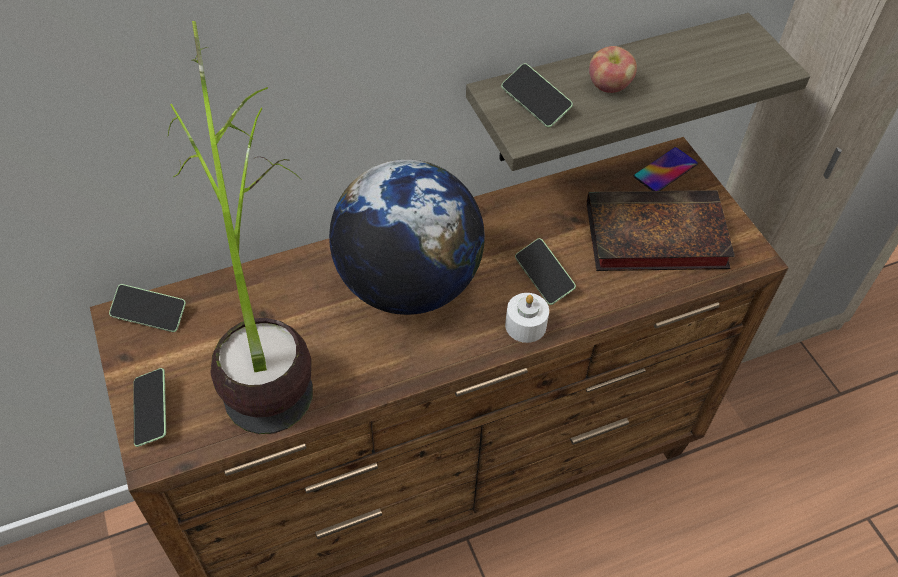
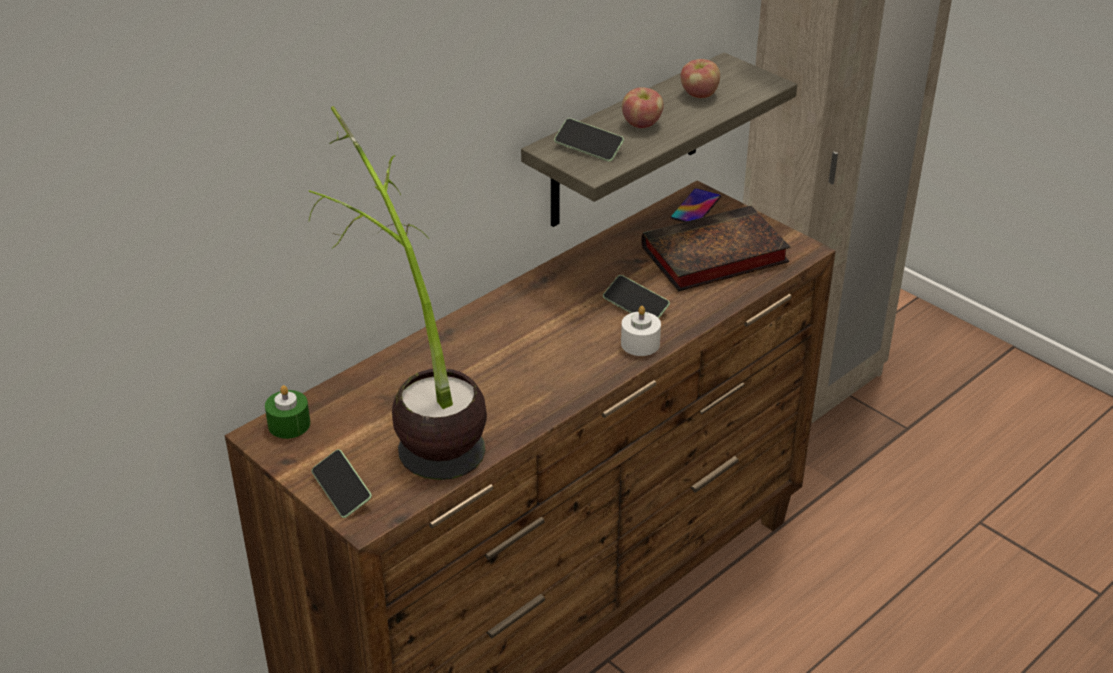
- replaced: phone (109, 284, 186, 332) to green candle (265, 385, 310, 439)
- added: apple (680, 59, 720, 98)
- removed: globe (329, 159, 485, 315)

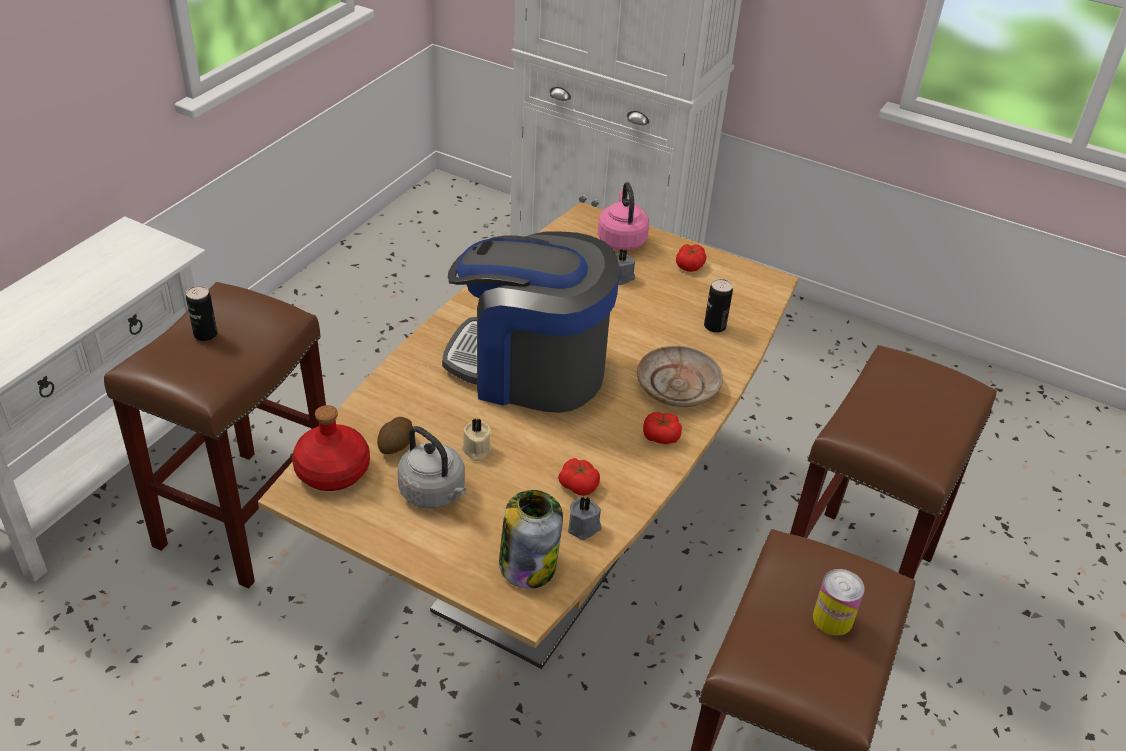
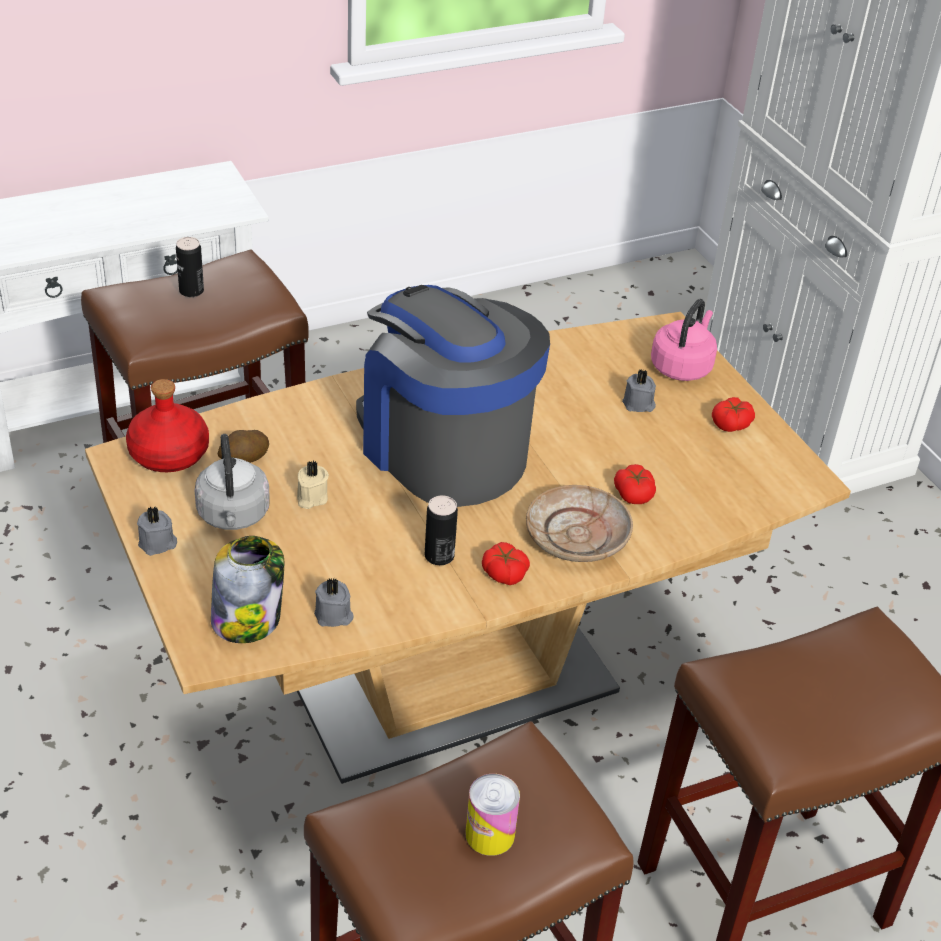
- added: grey candle (137, 507, 177, 556)
- moved: can (704, 279, 733, 333) to (425, 495, 458, 565)
- moved: tomato (558, 458, 600, 496) to (614, 464, 656, 504)

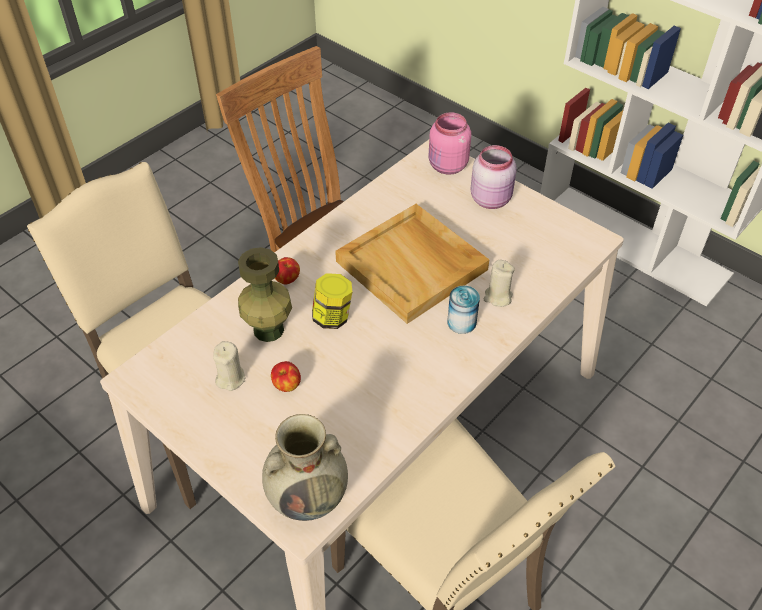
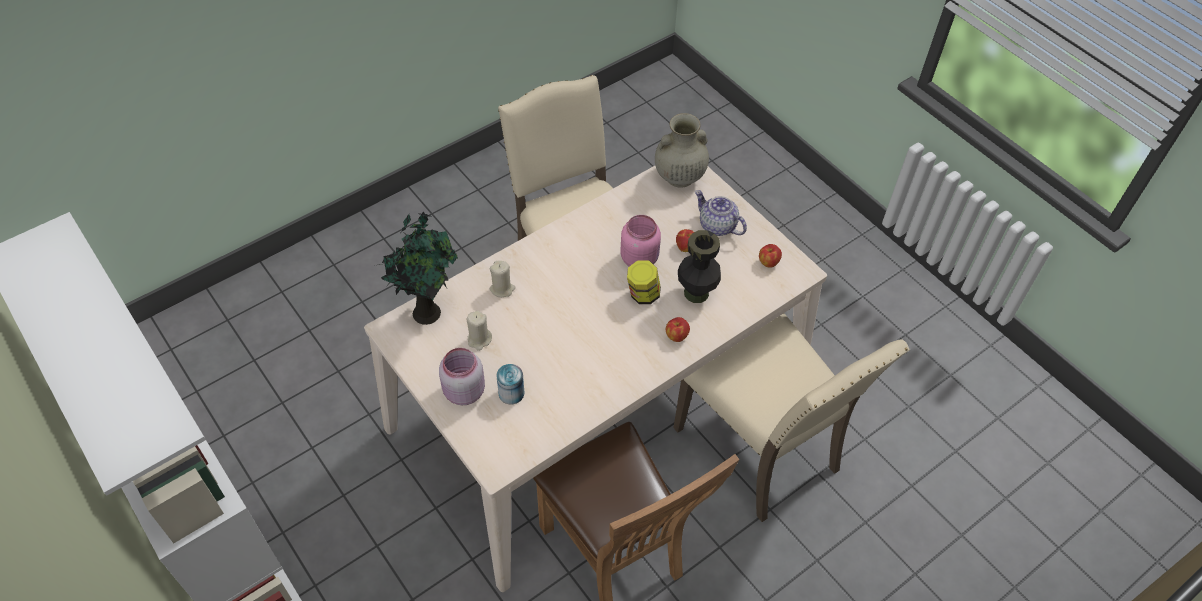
- added: potted plant (379, 211, 458, 325)
- moved: beige candle (213, 341, 246, 391) to (466, 311, 492, 351)
- moved: can (447, 286, 480, 334) to (496, 364, 524, 404)
- moved: pink jar (428, 112, 471, 175) to (620, 215, 661, 266)
- recoloured: green vase (238, 247, 292, 342) to black vase (678, 230, 721, 303)
- added: teapot (695, 190, 747, 236)
- added: apple (759, 244, 782, 268)
- removed: beige tray (335, 204, 490, 324)

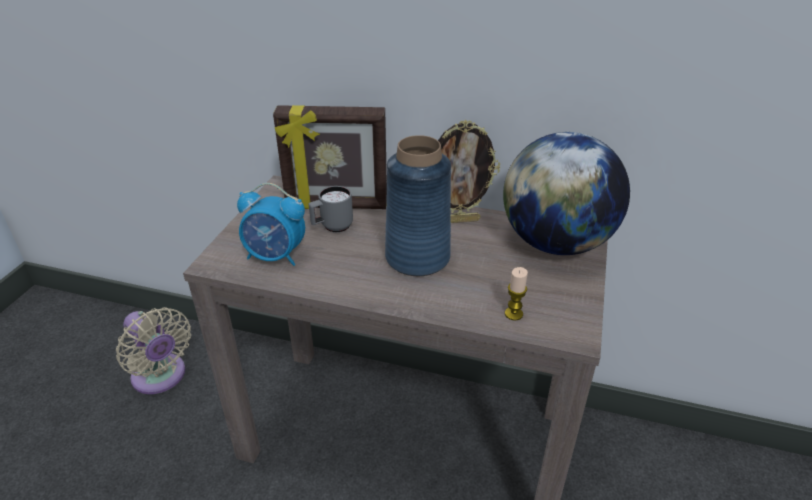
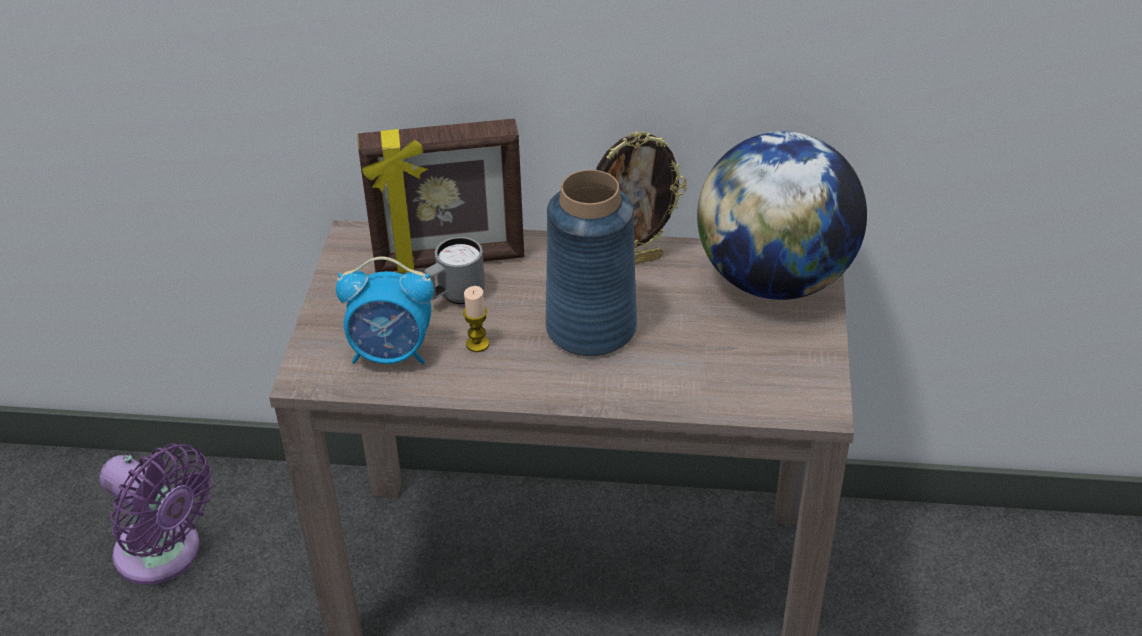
- recoloured: beige fan (116, 307, 191, 394) to purple fan (100, 443, 213, 585)
- moved: candle (505, 267, 528, 320) to (463, 286, 489, 352)

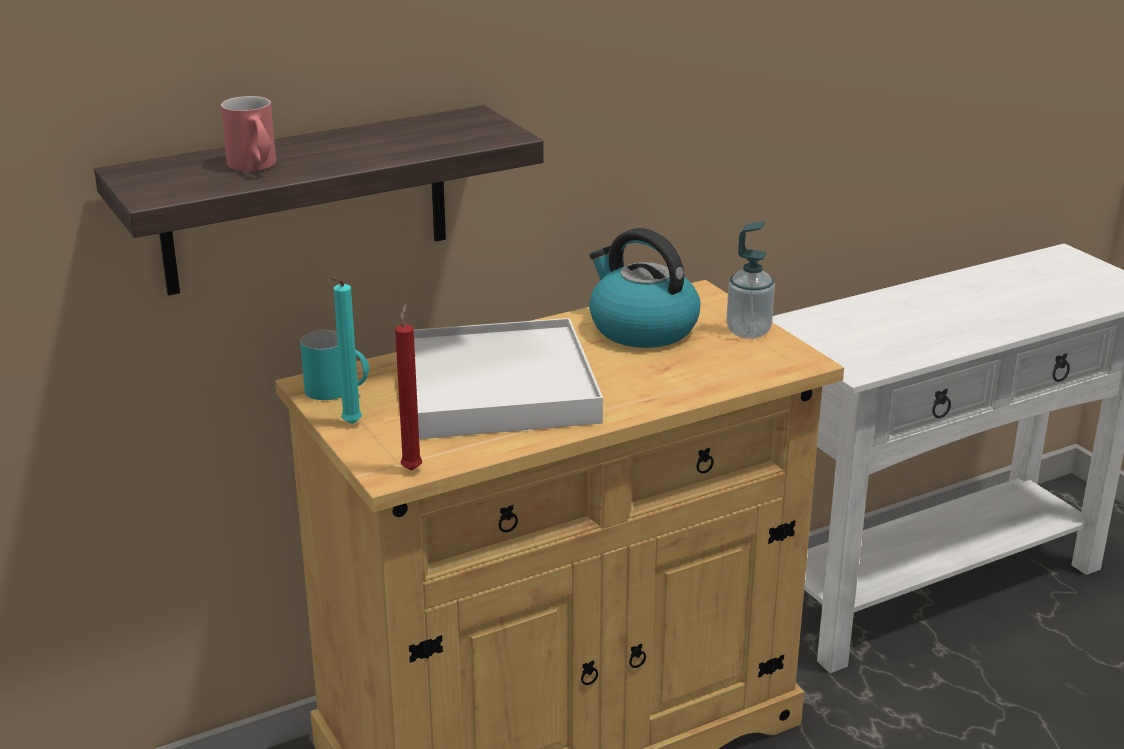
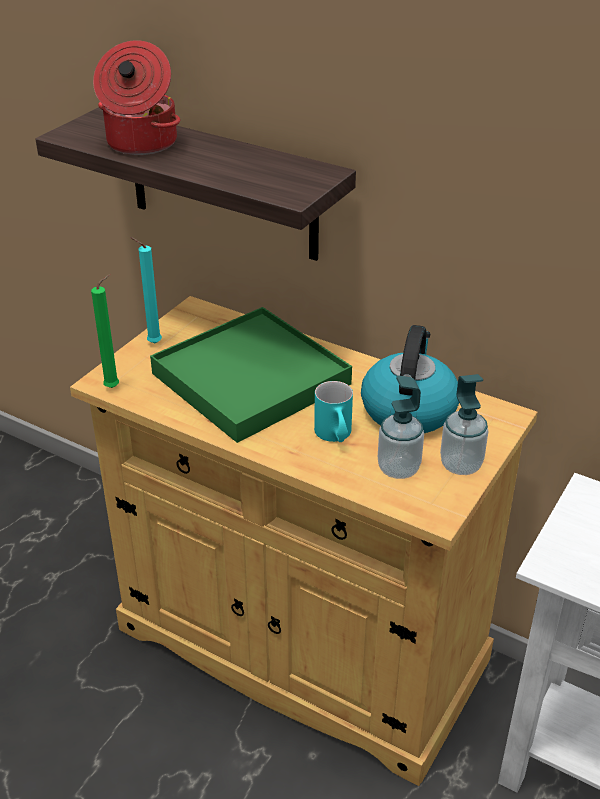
- recoloured: red candle (395, 303, 422, 470) to green candle (91, 274, 119, 388)
- replaced: red mug (221, 96, 276, 171) to cooking pot (93, 40, 181, 155)
- recoloured: white tray (414, 318, 603, 439) to green tray (150, 307, 352, 443)
- moved: turquoise mug (300, 330, 369, 400) to (314, 381, 353, 442)
- added: soap dispenser (378, 375, 424, 479)

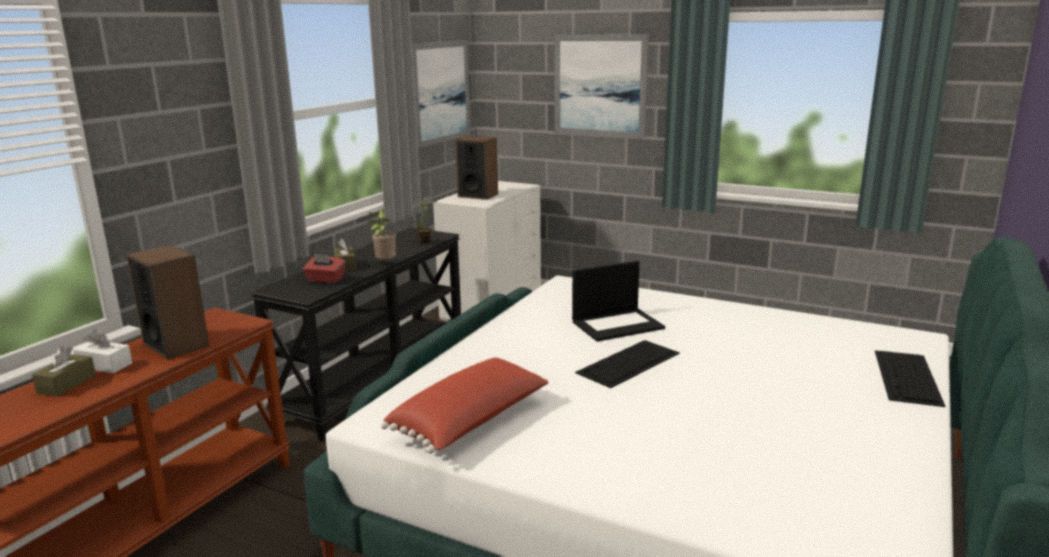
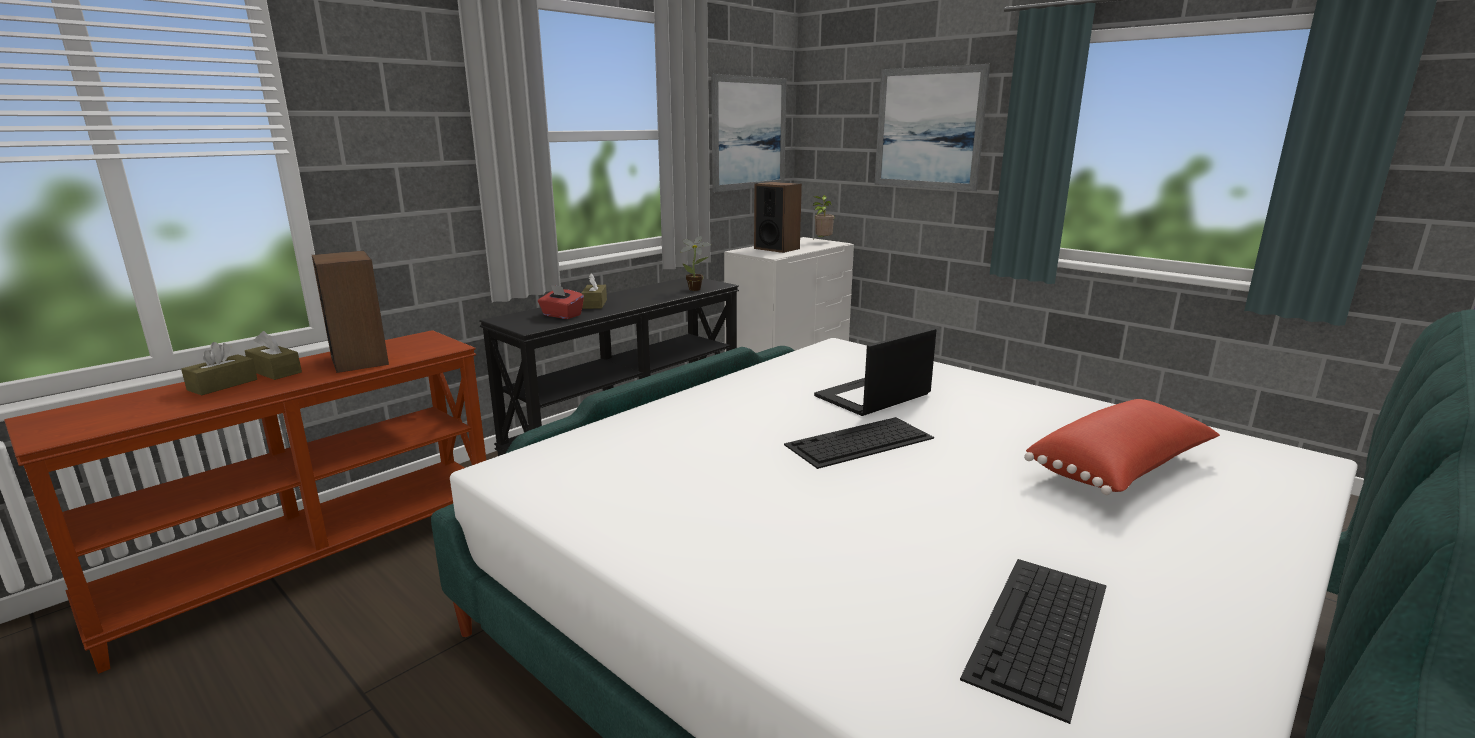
- recoloured: white tissue box (73, 330, 132, 373) to brown tissue box (245, 331, 302, 380)
- moved: potted plant (368, 210, 396, 260) to (813, 195, 834, 238)
- turned: laptop (572, 261, 665, 342) = (814, 328, 936, 416) 150 degrees clockwise
- moved: keyboard (875, 350, 945, 407) to (960, 559, 1107, 724)
- moved: red pillow (381, 358, 549, 454) to (1024, 399, 1220, 495)

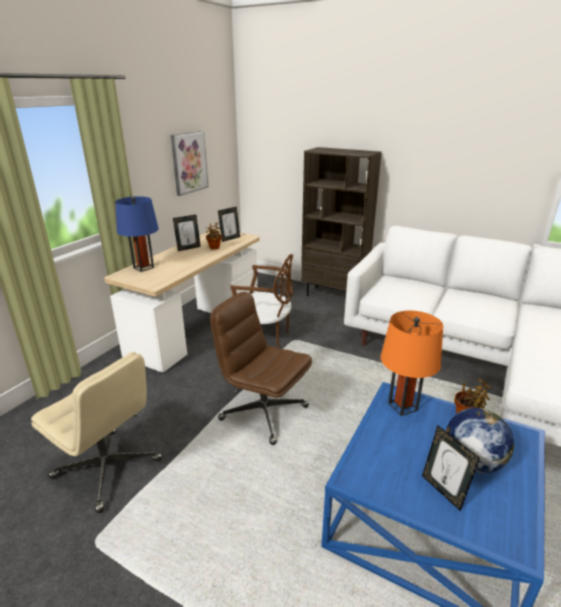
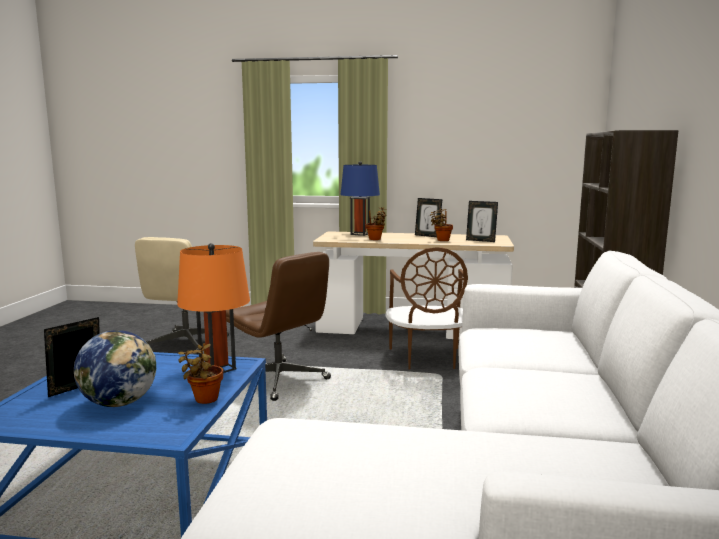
- turned: brown office chair (210, 292, 312, 445) = (226, 252, 331, 401) 120 degrees clockwise
- added: potted plant (366, 207, 386, 240)
- removed: picture (171, 131, 209, 196)

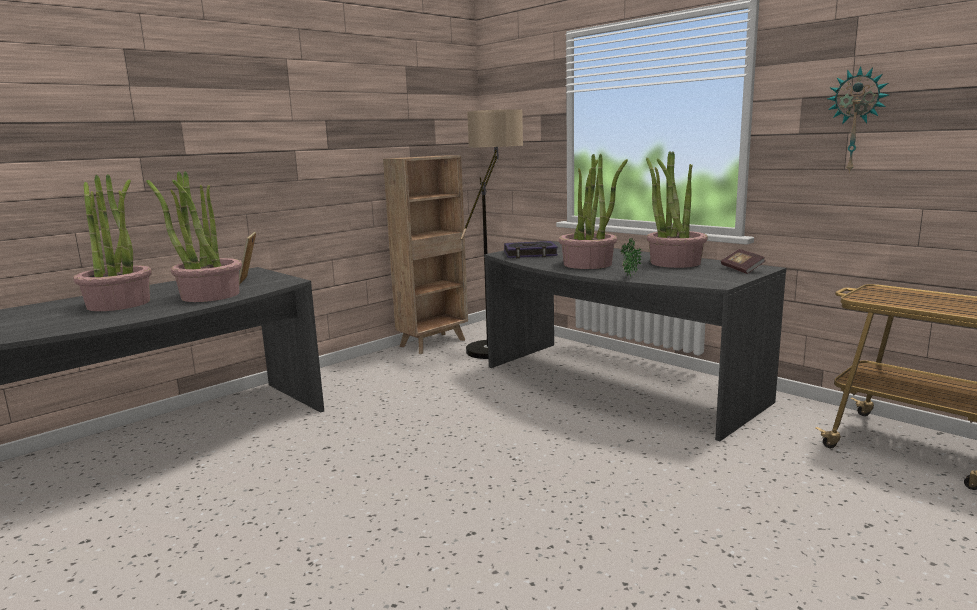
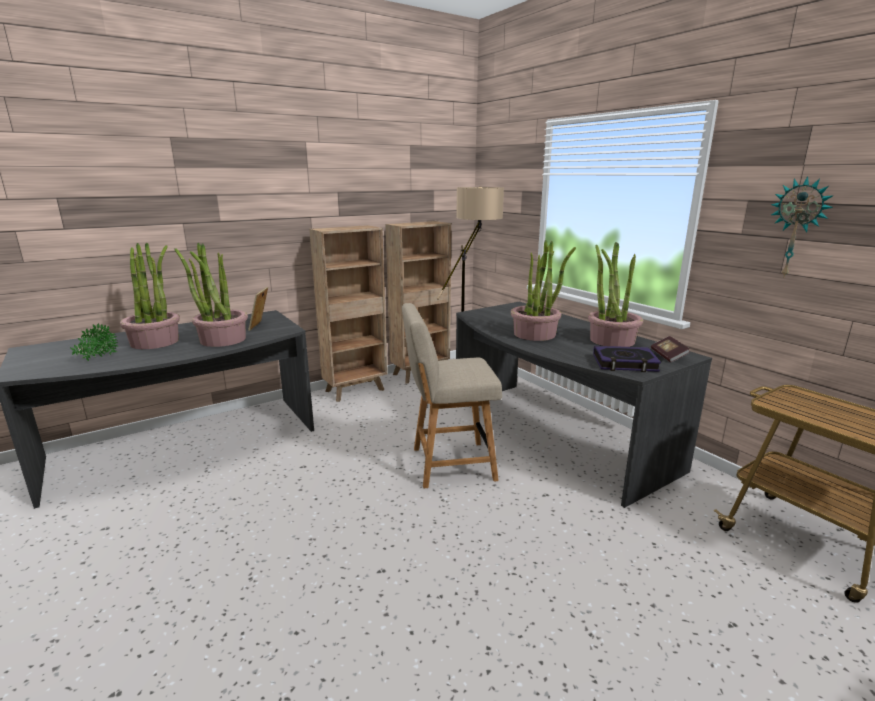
- moved: potted plant (620, 237, 642, 277) to (70, 323, 118, 361)
- added: brown bookcase (309, 225, 388, 402)
- added: beige chair (402, 303, 502, 488)
- moved: book (504, 241, 558, 258) to (593, 346, 661, 372)

